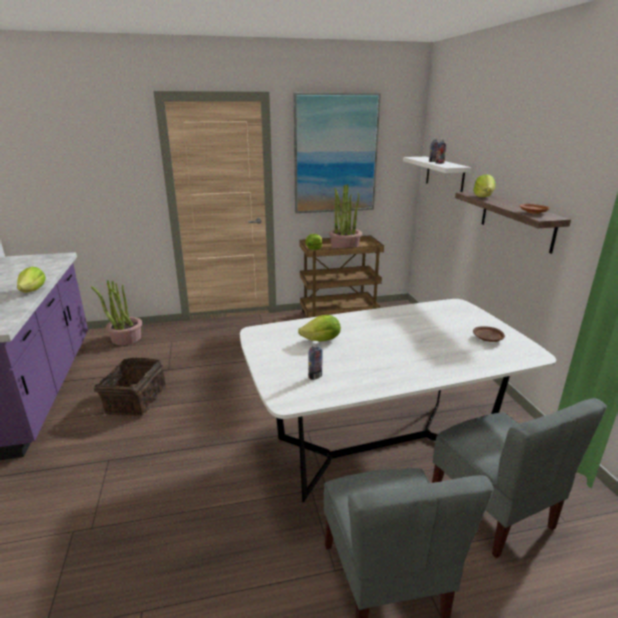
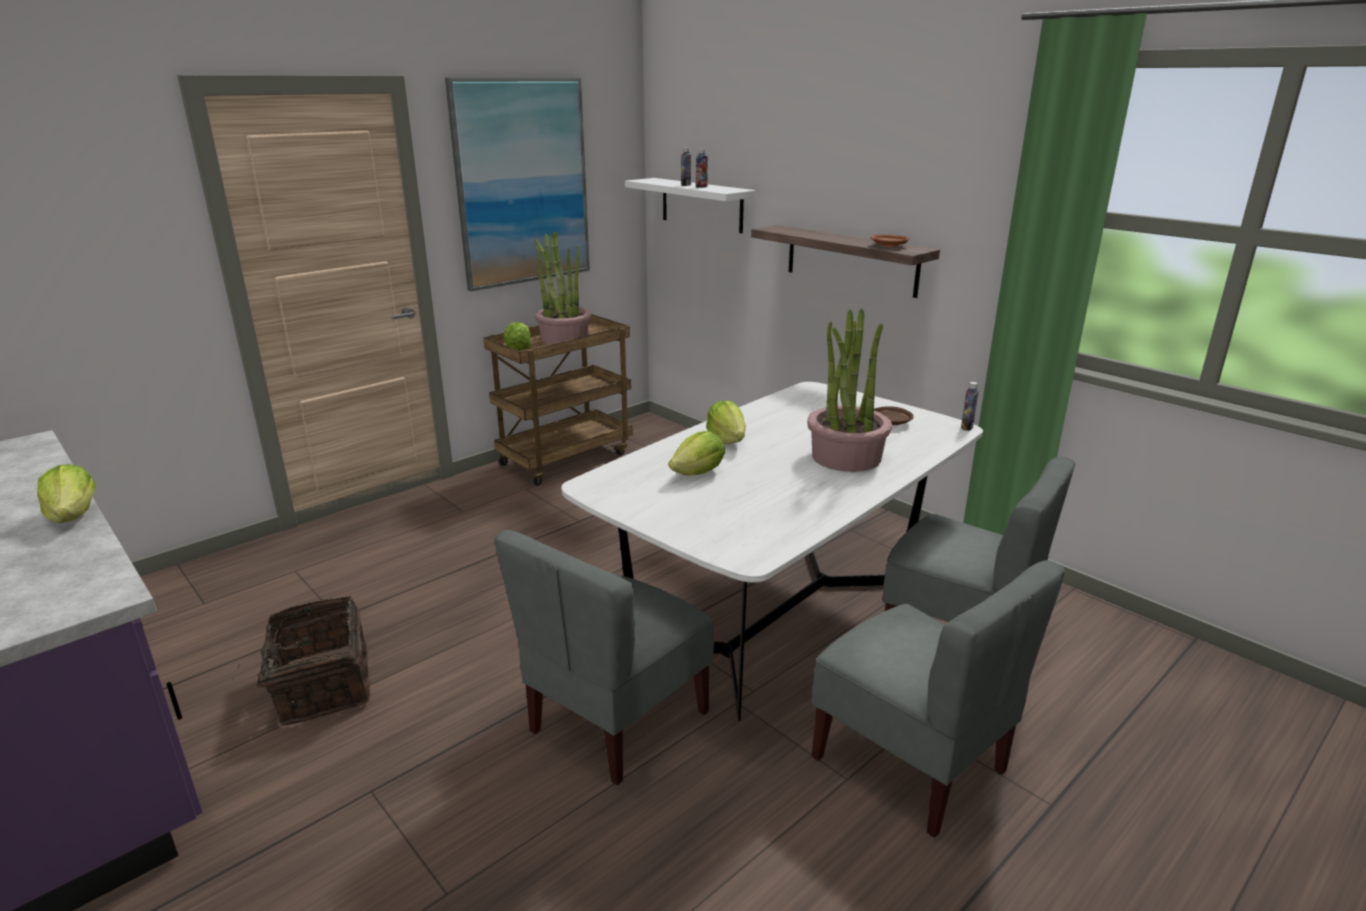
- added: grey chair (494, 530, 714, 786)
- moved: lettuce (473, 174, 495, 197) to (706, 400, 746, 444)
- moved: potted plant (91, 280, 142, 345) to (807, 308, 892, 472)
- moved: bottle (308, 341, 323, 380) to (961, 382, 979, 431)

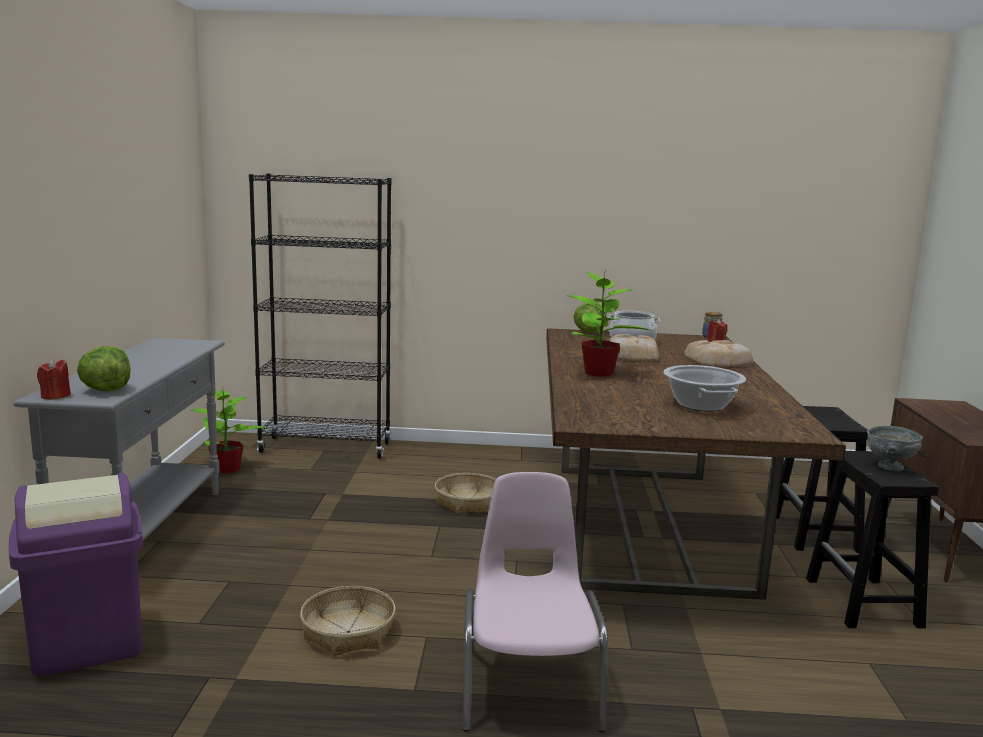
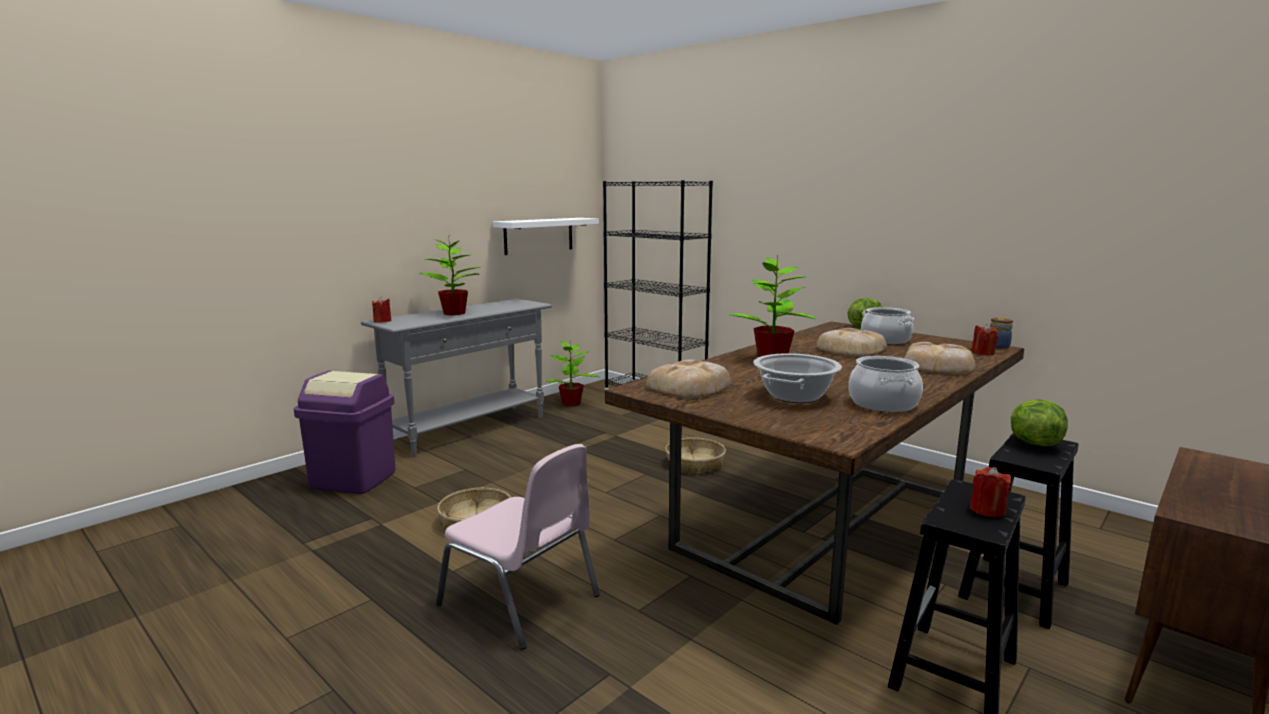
- added: potted plant (419, 234, 480, 315)
- turned: pink chair (462, 472, 607, 732) = (436, 444, 600, 650) 90 degrees clockwise
- added: white shelf (493, 218, 599, 255)
- added: bread (646, 359, 731, 398)
- added: cooking pot (849, 356, 923, 412)
- replaced: grey bowl (867, 426, 923, 471) to red candle (970, 467, 1011, 517)
- moved: lettuce (77, 346, 130, 391) to (1011, 399, 1068, 446)

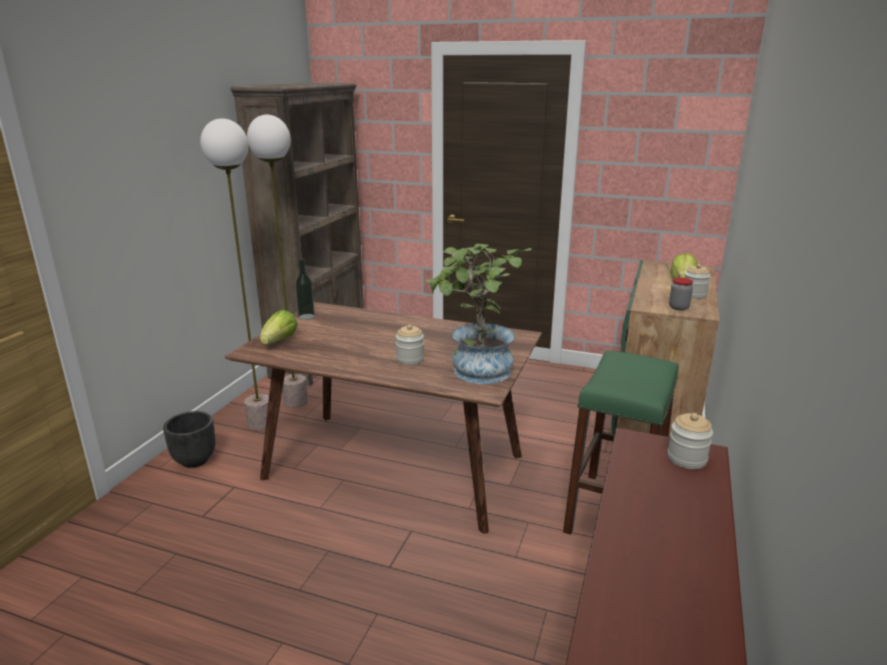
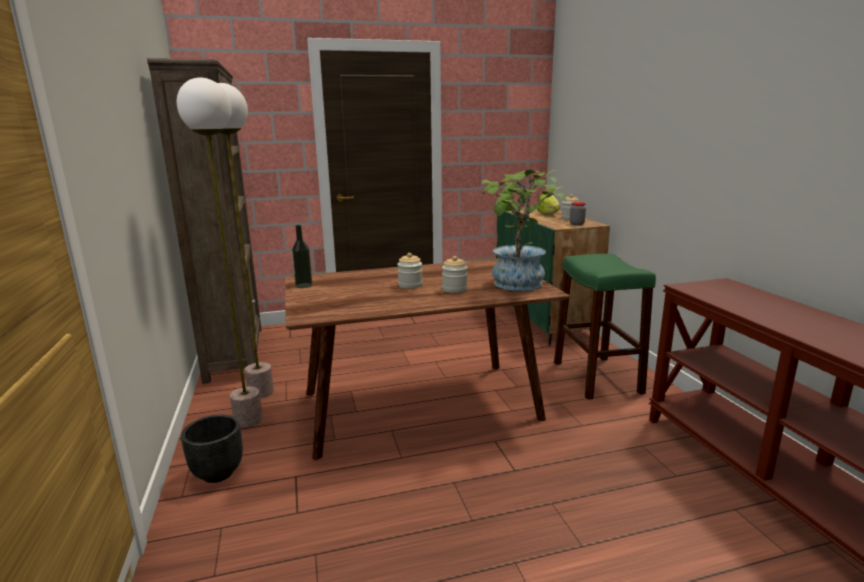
- moved: jar (667, 413, 713, 469) to (397, 253, 423, 289)
- removed: lettuce (260, 310, 298, 344)

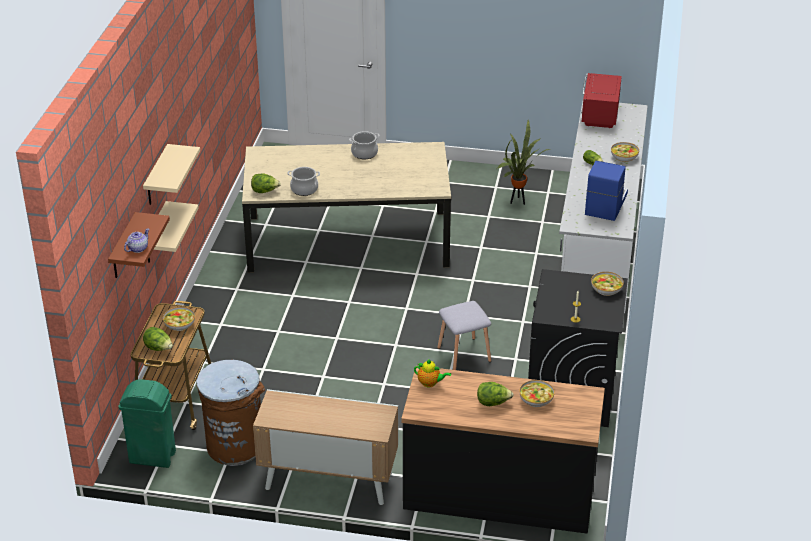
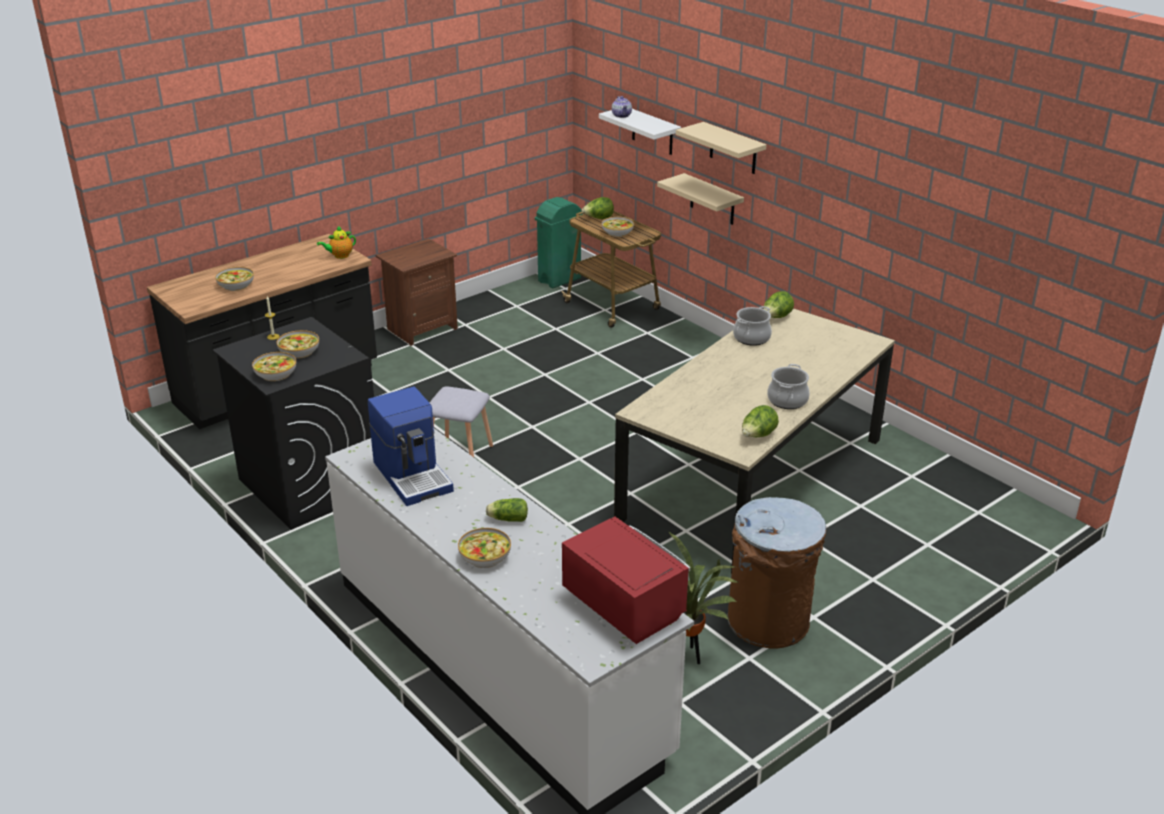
- added: bowl (277, 330, 319, 359)
- replaced: cabinet (253, 389, 398, 505) to brown nightstand (376, 239, 458, 346)
- recoloured: brown shelf (108, 212, 170, 278) to white shelf (599, 109, 681, 155)
- moved: brown trash can (196, 360, 265, 466) to (727, 497, 826, 649)
- moved: lettuce (477, 382, 514, 406) to (742, 405, 779, 437)

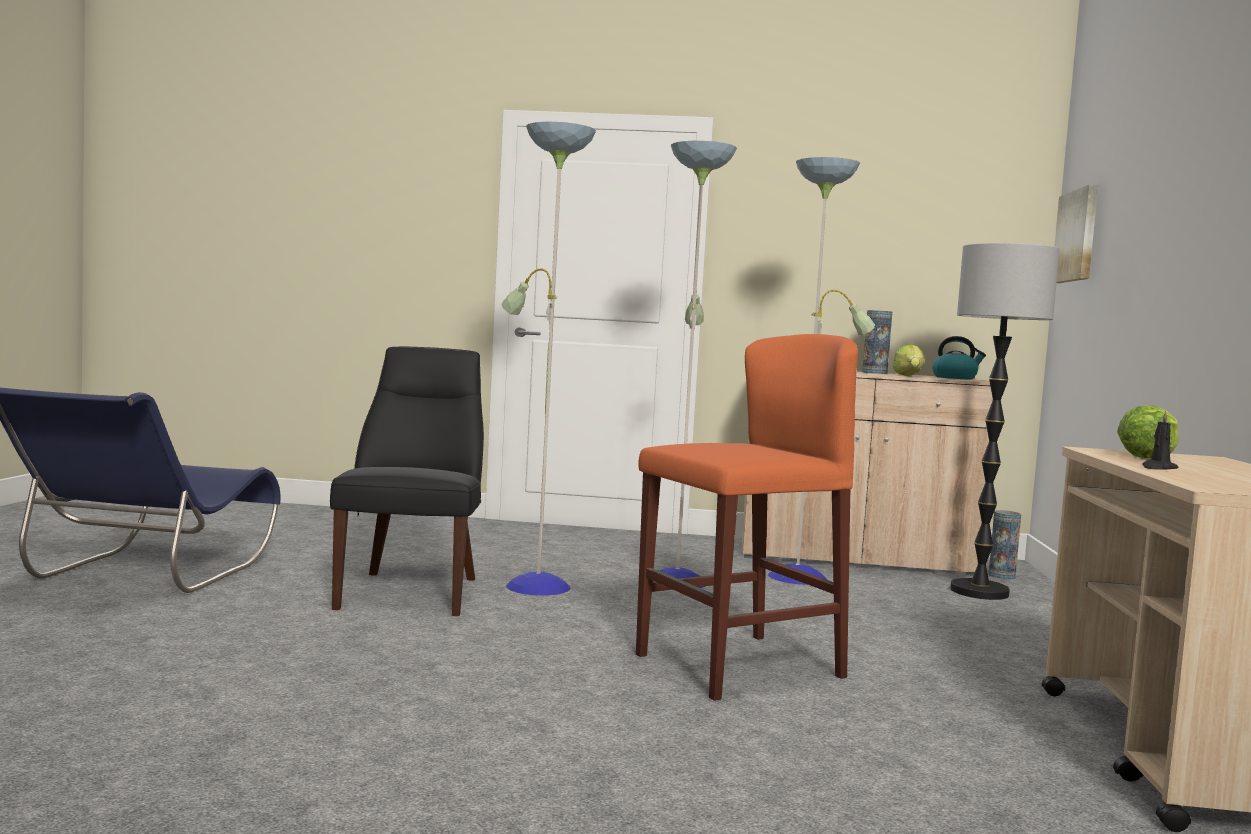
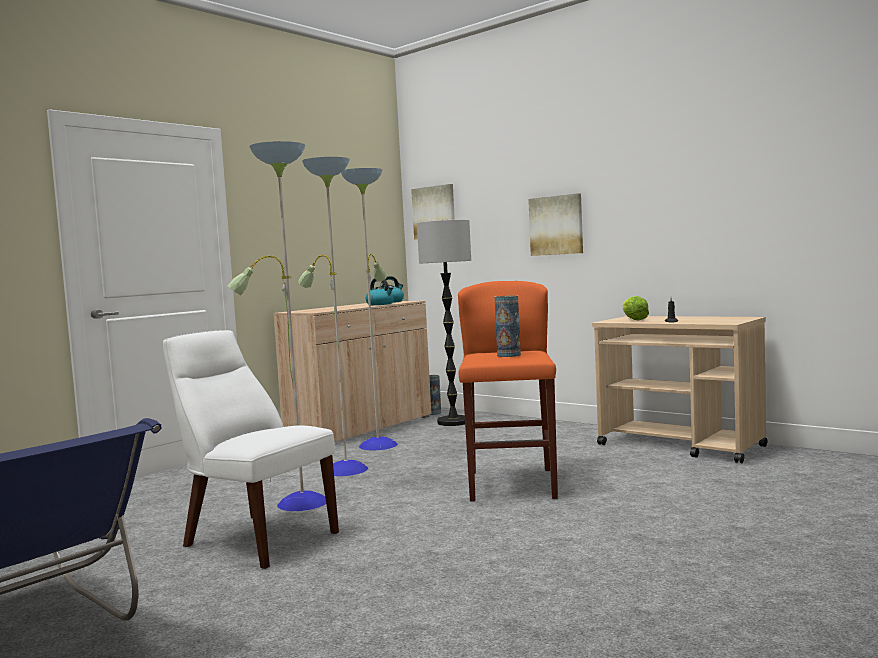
- recoloured: black chair (330, 347, 484, 616) to white chair (163, 330, 339, 569)
- replaced: lettuce (893, 344, 925, 376) to kettle (366, 278, 394, 305)
- moved: vase (862, 310, 892, 374) to (495, 295, 521, 357)
- added: picture (528, 193, 583, 256)

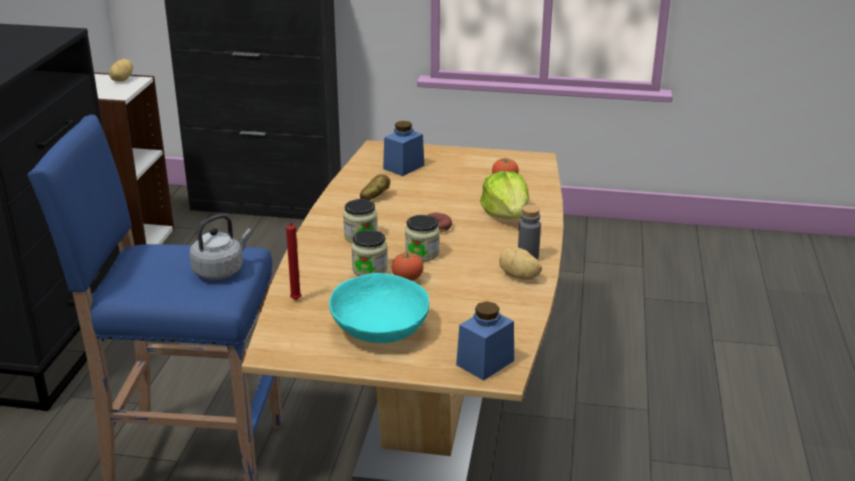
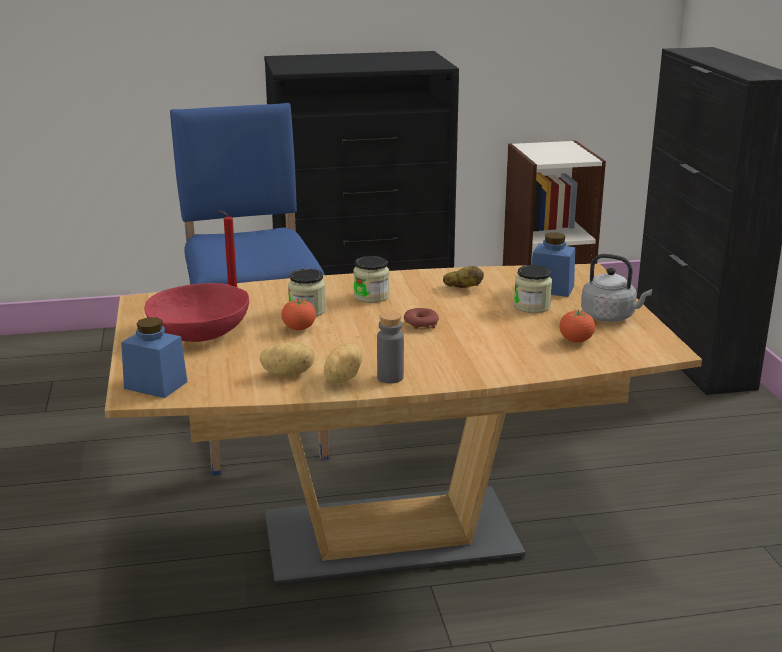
- recoloured: turquoise bowl (329, 273, 429, 343) to red bowl (145, 283, 249, 342)
- moved: potato (109, 59, 133, 82) to (260, 342, 315, 377)
- moved: jar (405, 215, 440, 261) to (514, 265, 552, 313)
- moved: grey kettle (189, 214, 251, 280) to (581, 254, 652, 322)
- removed: lettuce (480, 171, 529, 219)

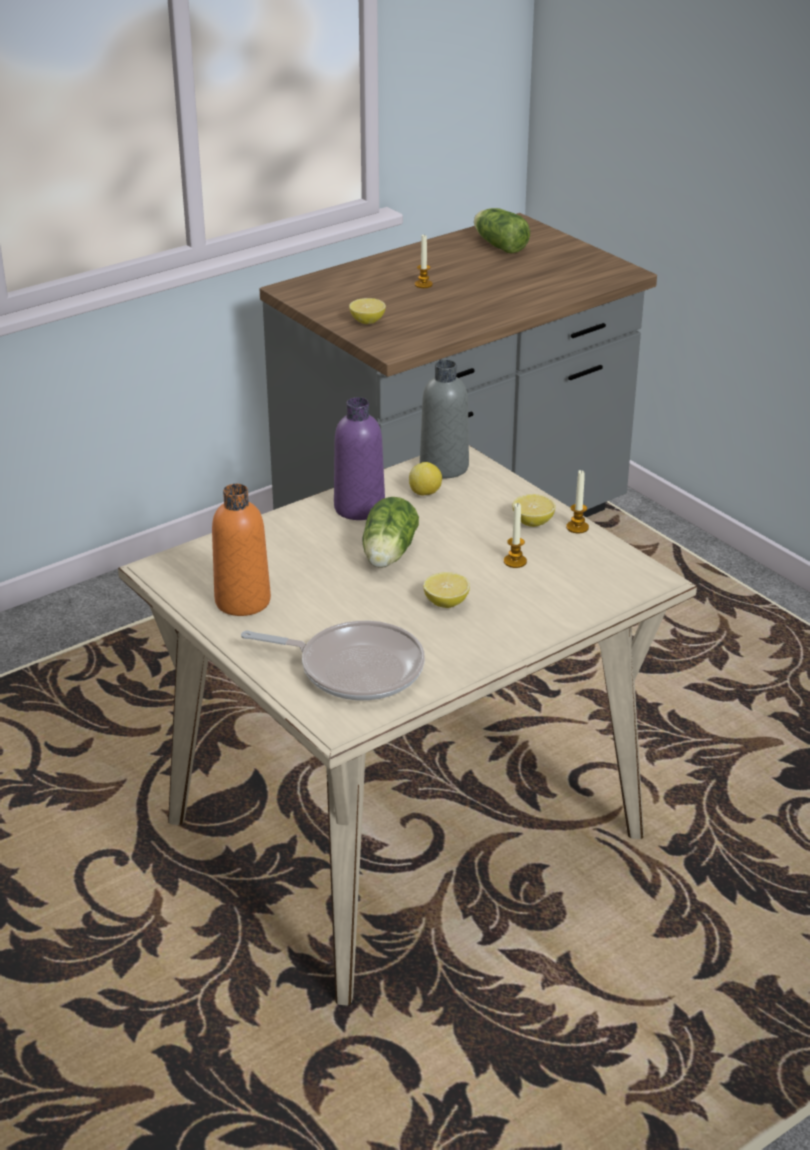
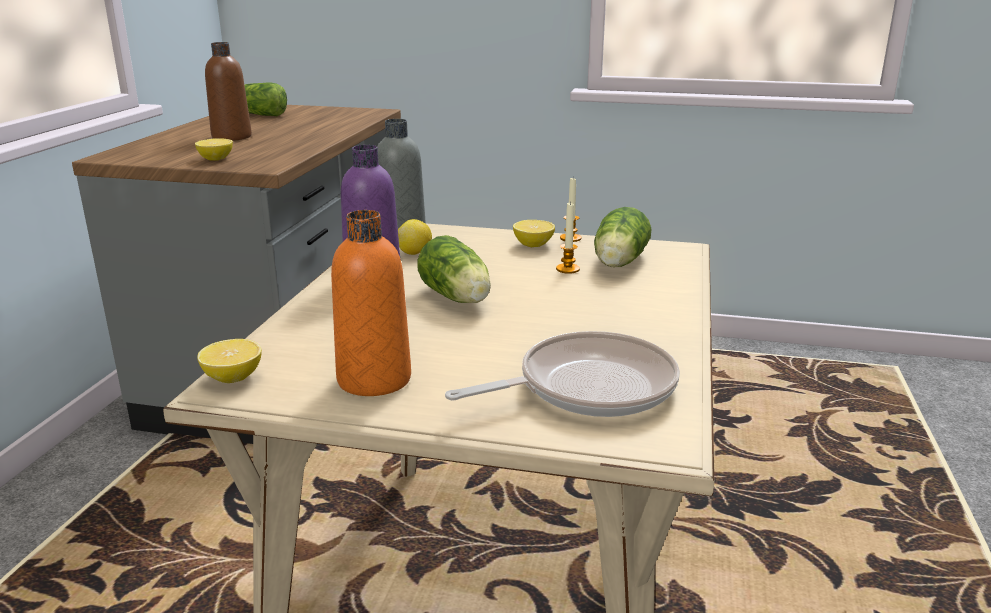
- moved: lemon (423, 572, 470, 608) to (197, 339, 262, 383)
- replaced: candle (415, 235, 433, 288) to brown bottle (205, 42, 252, 141)
- added: lettuce (594, 207, 652, 267)

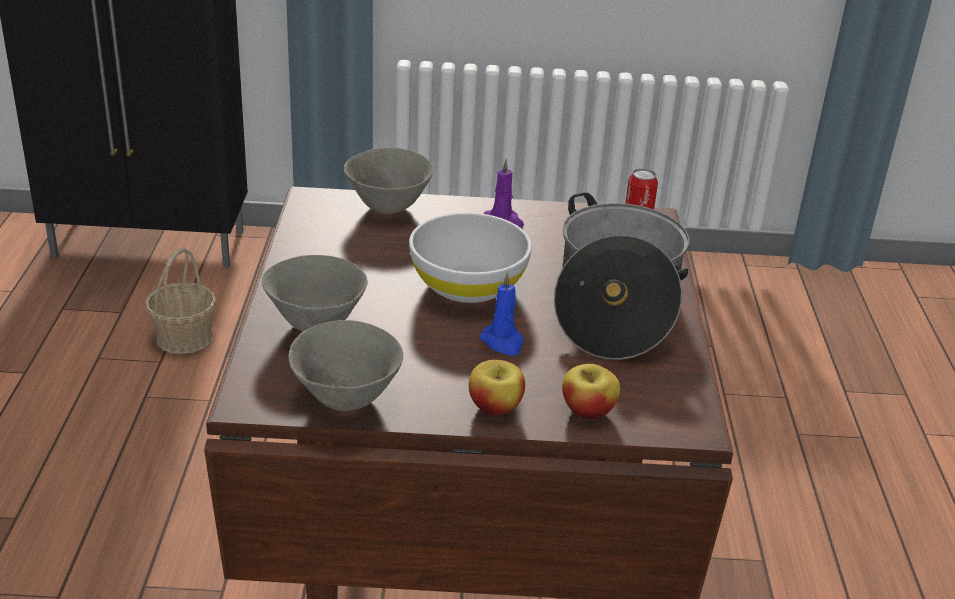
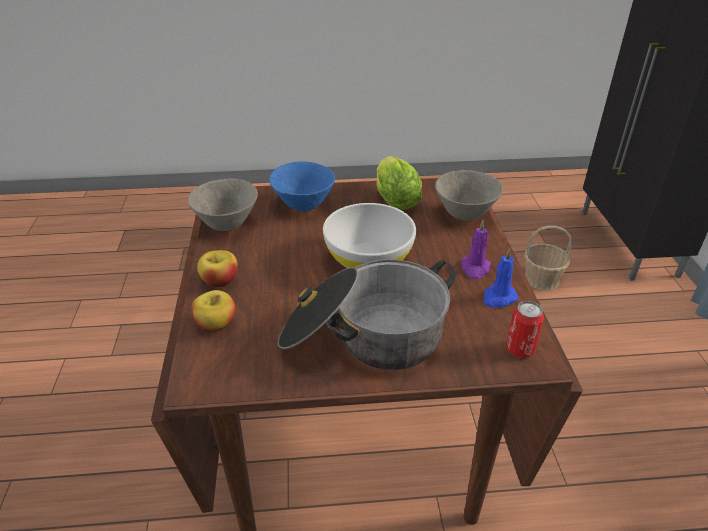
- recoloured: grey bowl (262, 255, 368, 331) to blue bowl (269, 161, 335, 212)
- added: lettuce (376, 156, 422, 210)
- moved: blue candle (480, 272, 524, 356) to (483, 248, 518, 308)

